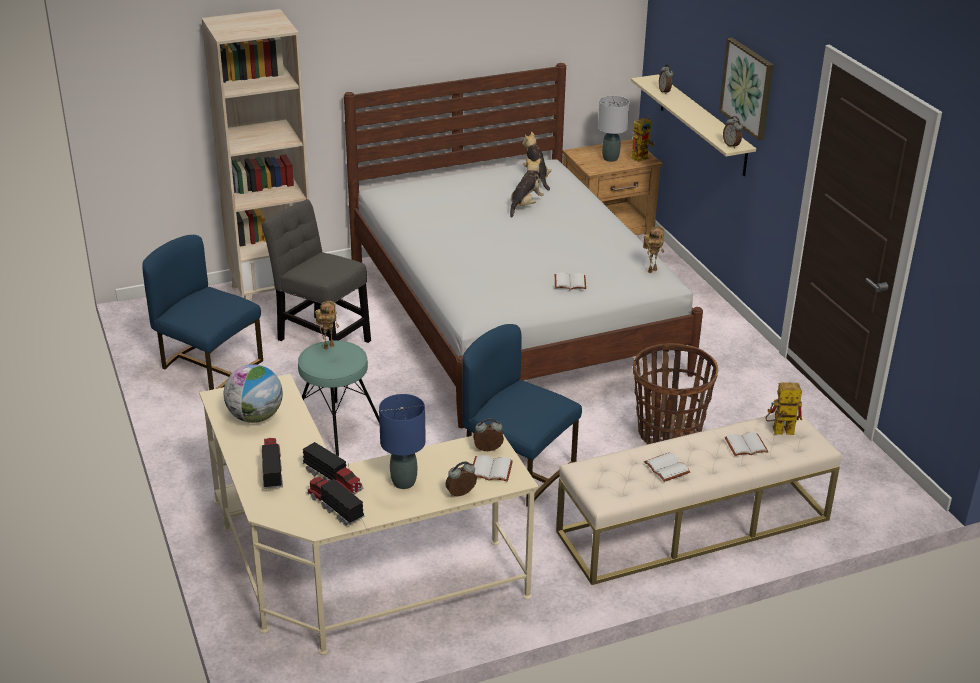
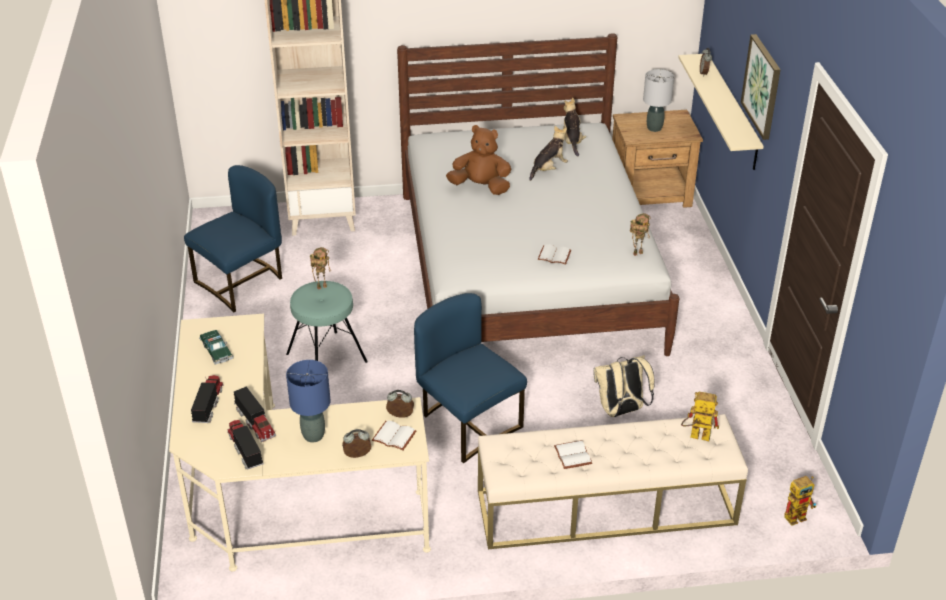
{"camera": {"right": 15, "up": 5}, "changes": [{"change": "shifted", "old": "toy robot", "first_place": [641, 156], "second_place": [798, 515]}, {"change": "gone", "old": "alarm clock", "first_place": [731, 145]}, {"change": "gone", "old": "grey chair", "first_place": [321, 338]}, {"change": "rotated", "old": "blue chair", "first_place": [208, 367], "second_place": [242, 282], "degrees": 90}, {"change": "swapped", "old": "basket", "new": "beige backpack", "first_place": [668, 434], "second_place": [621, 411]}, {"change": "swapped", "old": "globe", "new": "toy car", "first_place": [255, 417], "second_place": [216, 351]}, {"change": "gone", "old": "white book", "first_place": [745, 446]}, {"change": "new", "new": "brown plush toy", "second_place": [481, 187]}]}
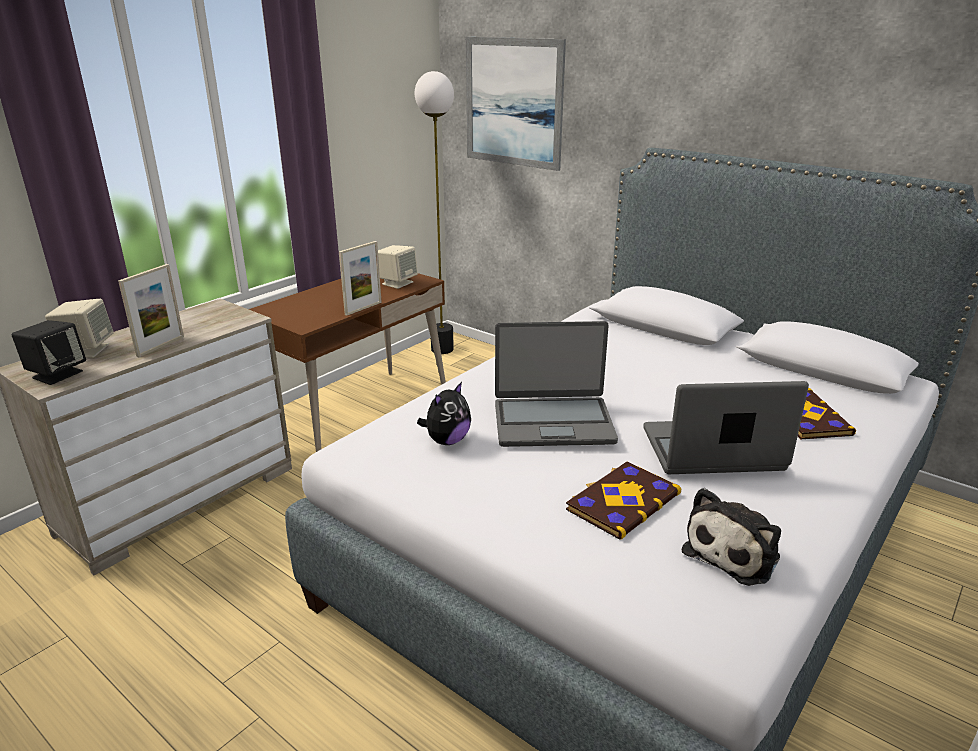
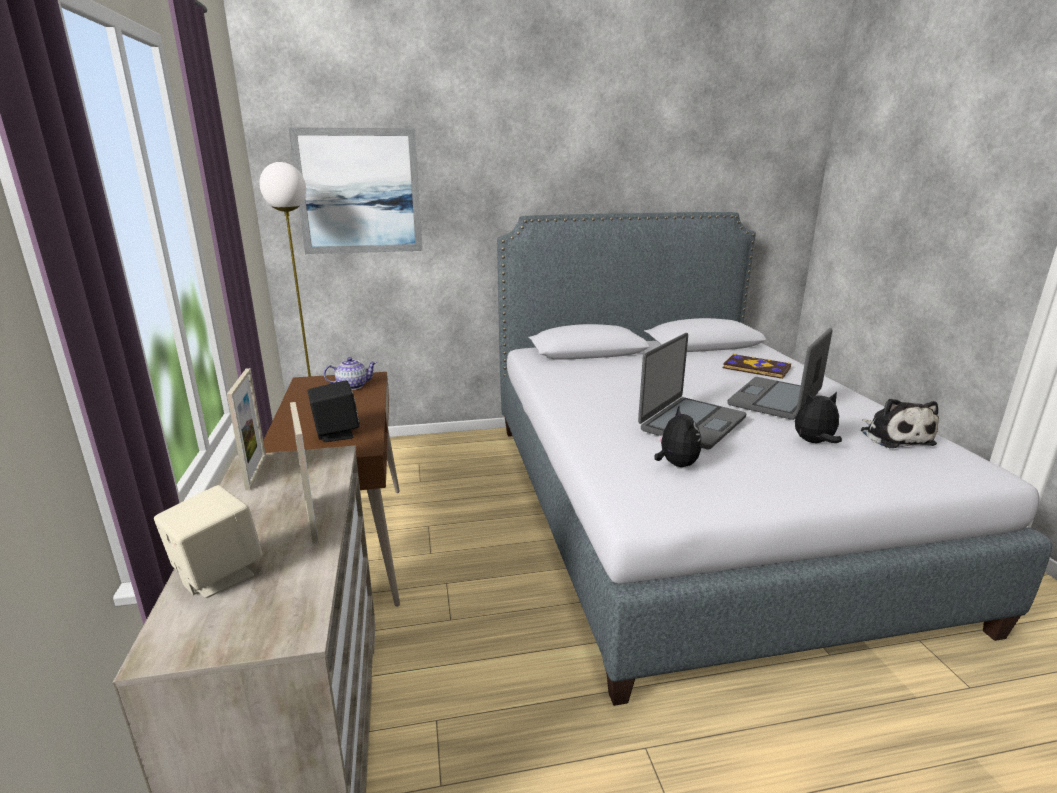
{"camera": {"right": -50, "up": -5}, "changes": [{"change": "shifted", "old": "picture frame", "first_place": [363, 308], "second_place": [256, 472]}, {"change": "swapped", "old": "beige speaker", "new": "teapot", "first_place": [397, 283], "second_place": [352, 386]}, {"change": "shifted", "old": "black speaker", "first_place": [57, 374], "second_place": [336, 434]}, {"change": "swapped", "old": "book", "new": "plush toy", "first_place": [622, 501], "second_place": [814, 443]}]}
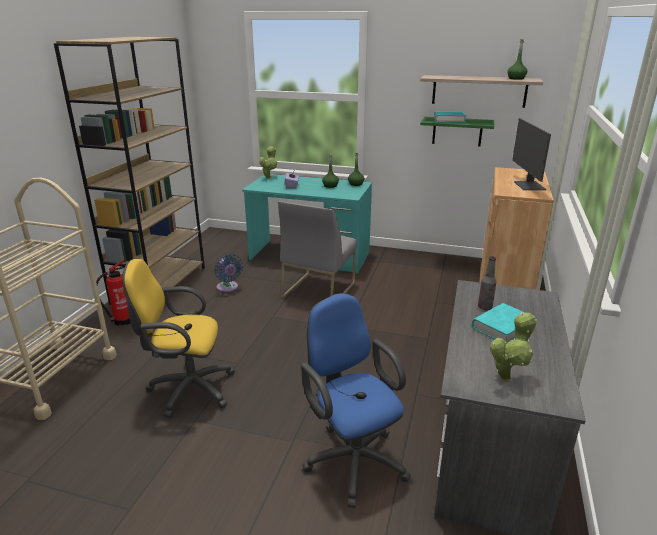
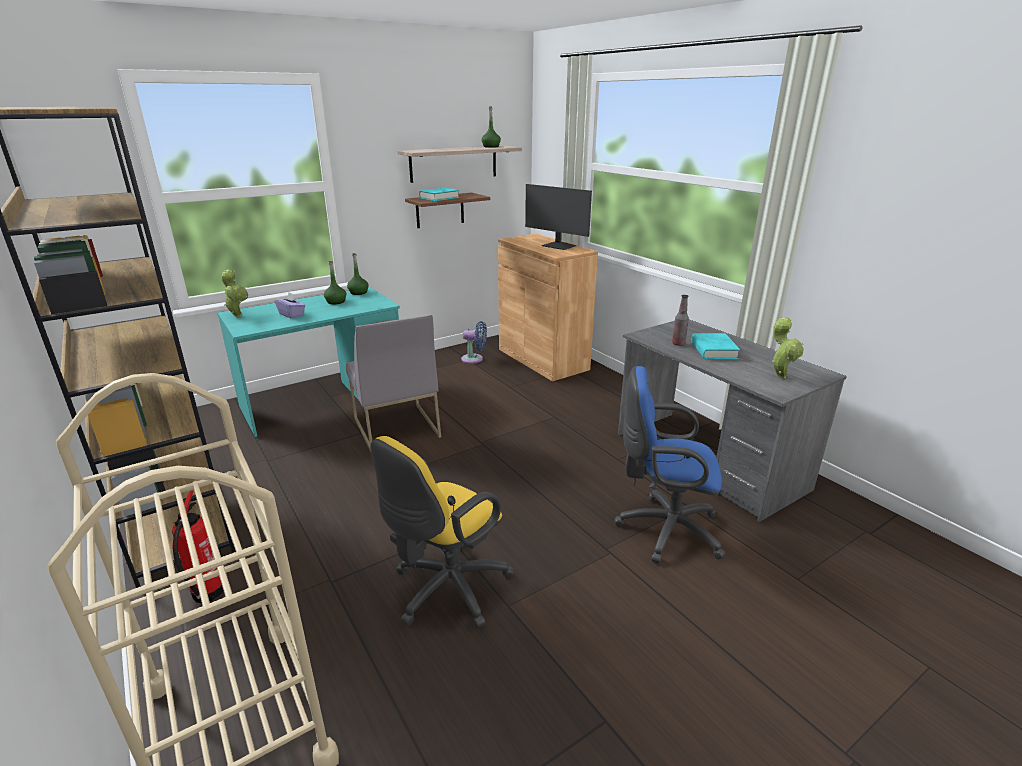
{"camera": {"right": -50, "up": 0}, "changes": [{"change": "repainted", "old": "green shelf", "new": "brown shelf", "first_place": [457, 131], "second_place": [440, 210]}, {"change": "shifted", "old": "blue fan", "first_place": [228, 288], "second_place": [474, 359]}]}
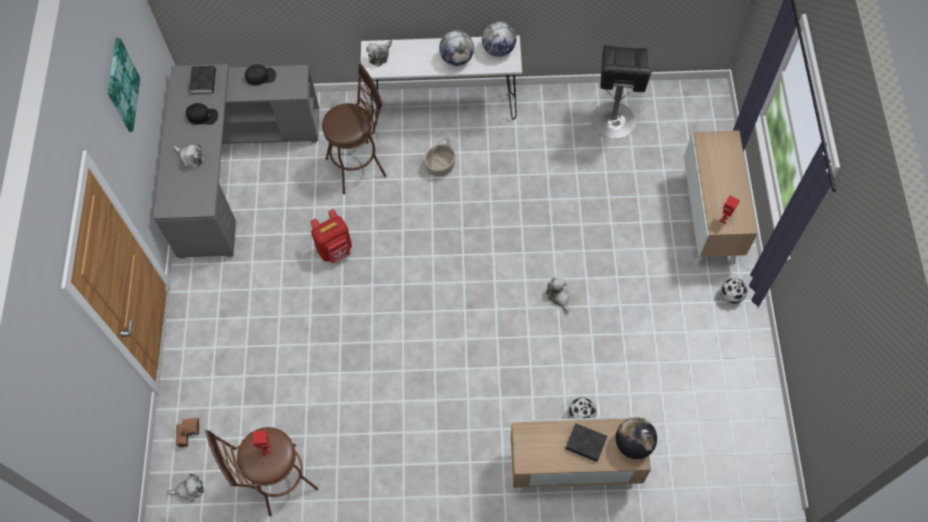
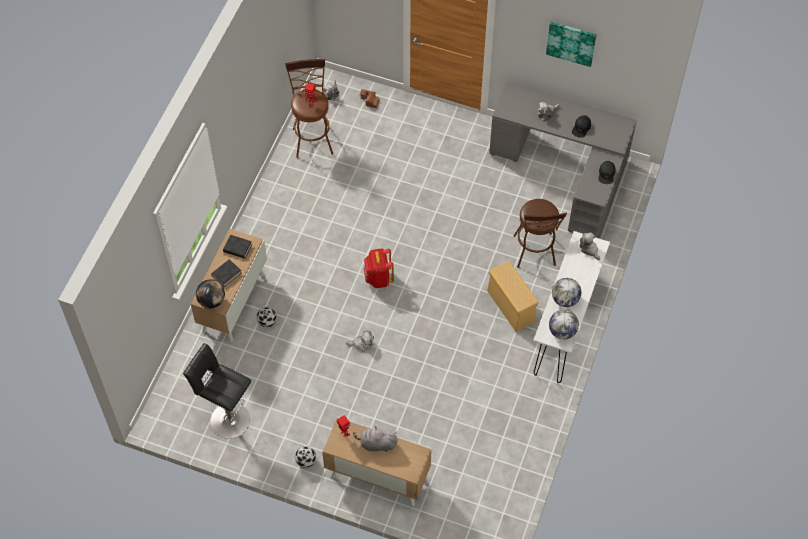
{"camera": {"right": 110, "up": -5}, "changes": [{"change": "shifted", "old": "black stool", "first_place": [613, 123], "second_place": [227, 419]}, {"change": "shifted", "old": "black book", "first_place": [203, 81], "second_place": [237, 248]}, {"change": "swapped", "old": "basket", "new": "beige storage box", "first_place": [440, 165], "second_place": [511, 306]}, {"change": "shifted", "old": "red backpack", "first_place": [335, 250], "second_place": [378, 278]}, {"change": "new", "new": "grey plush toy", "second_place": [376, 444]}]}
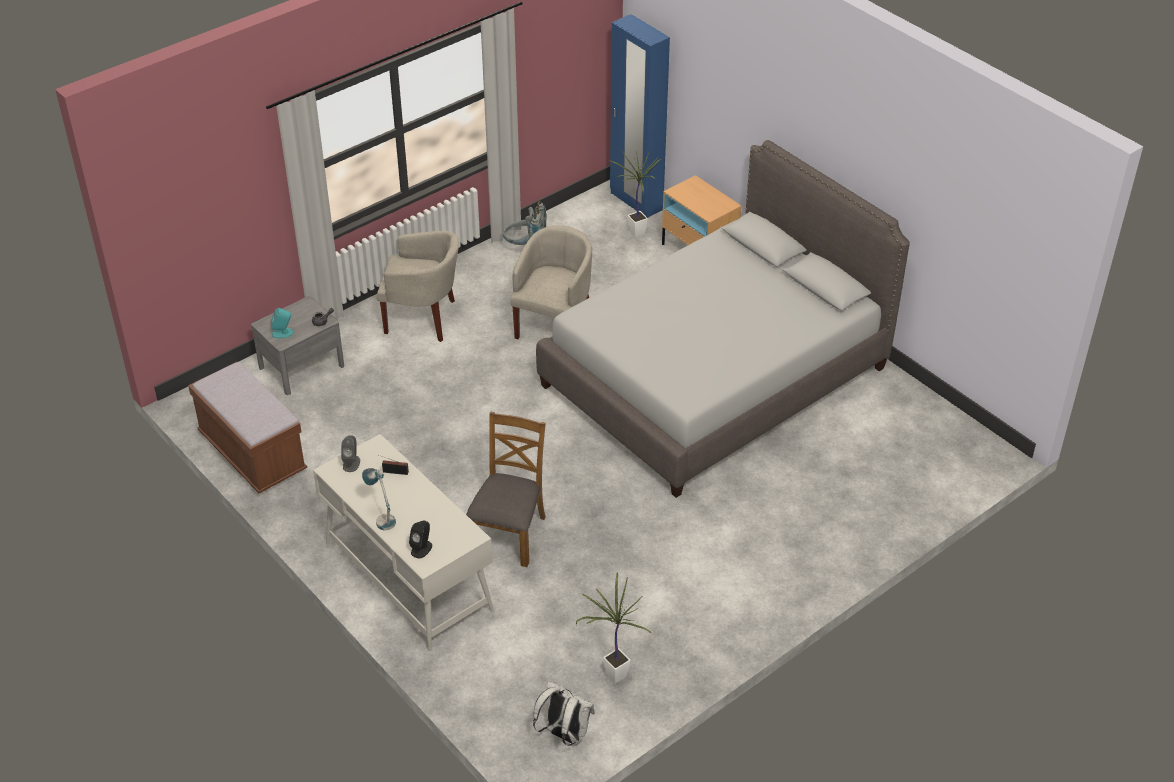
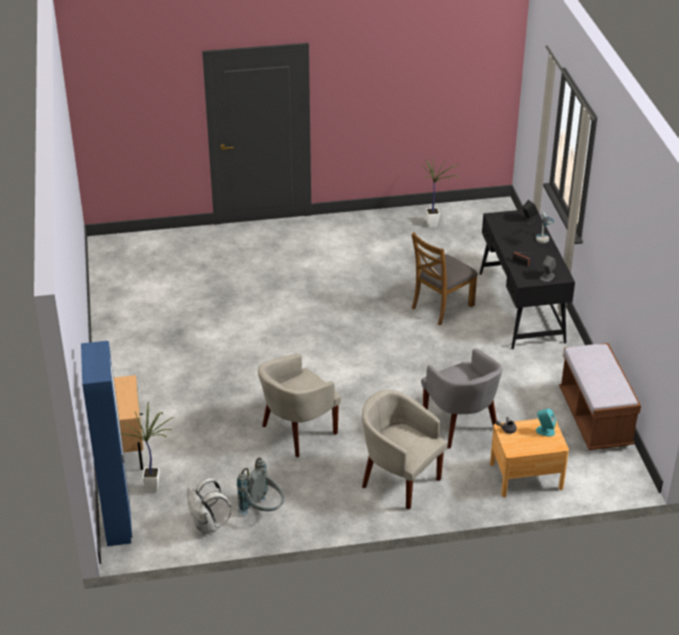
{"camera": {"right": -150, "up": -5}, "changes": [{"change": "gone", "old": "grey bed", "first_place": [715, 376]}, {"change": "repainted", "old": "grey nightstand", "new": "brown nightstand", "first_place": [301, 366], "second_place": [526, 476]}, {"change": "repainted", "old": "white desk", "new": "black desk", "first_place": [408, 576], "second_place": [521, 307]}, {"change": "shifted", "old": "white backpack", "first_place": [564, 734], "second_place": [207, 526]}, {"change": "new", "new": "grey armchair", "second_place": [460, 425]}]}
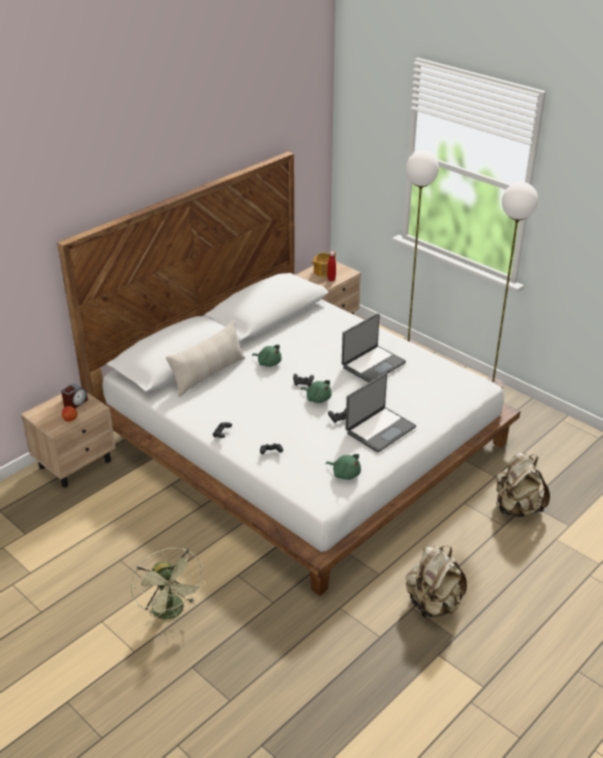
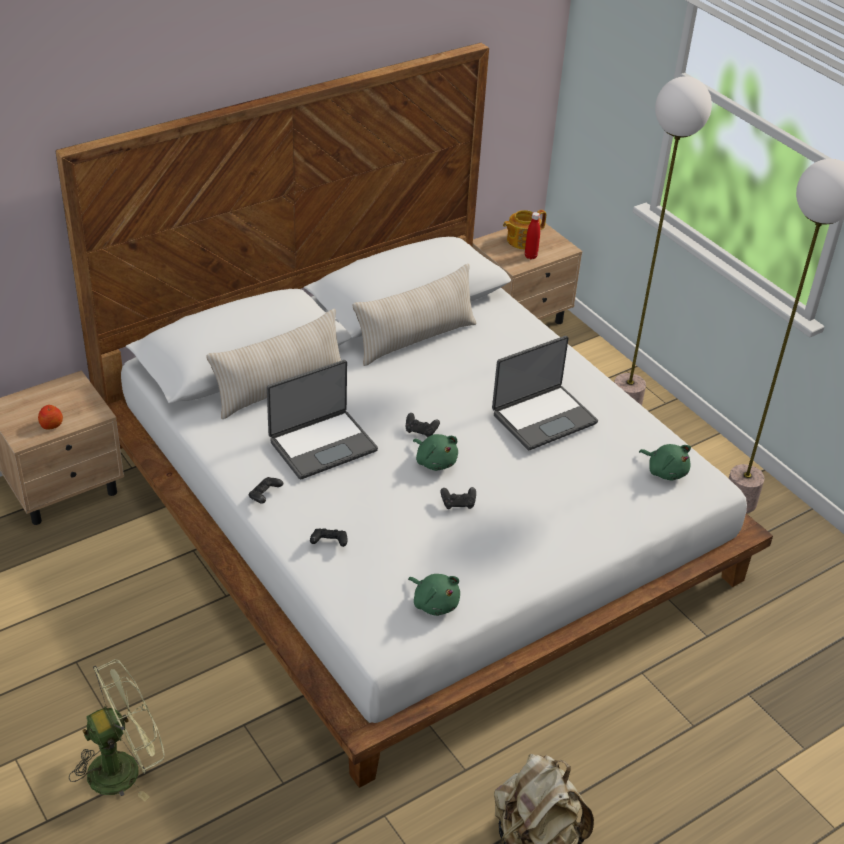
{"camera": {"right": 10, "up": 5}, "changes": [{"change": "shifted", "old": "green plush toy", "first_place": [268, 363], "second_place": [665, 471]}, {"change": "shifted", "old": "laptop", "first_place": [379, 429], "second_place": [322, 444]}, {"change": "gone", "old": "alarm clock", "first_place": [75, 403]}, {"change": "gone", "old": "beige backpack", "first_place": [516, 508]}, {"change": "rotated", "old": "green fan", "first_place": [172, 612], "second_place": [124, 767], "degrees": -105}, {"change": "new", "new": "beige pillow", "second_place": [415, 339]}]}
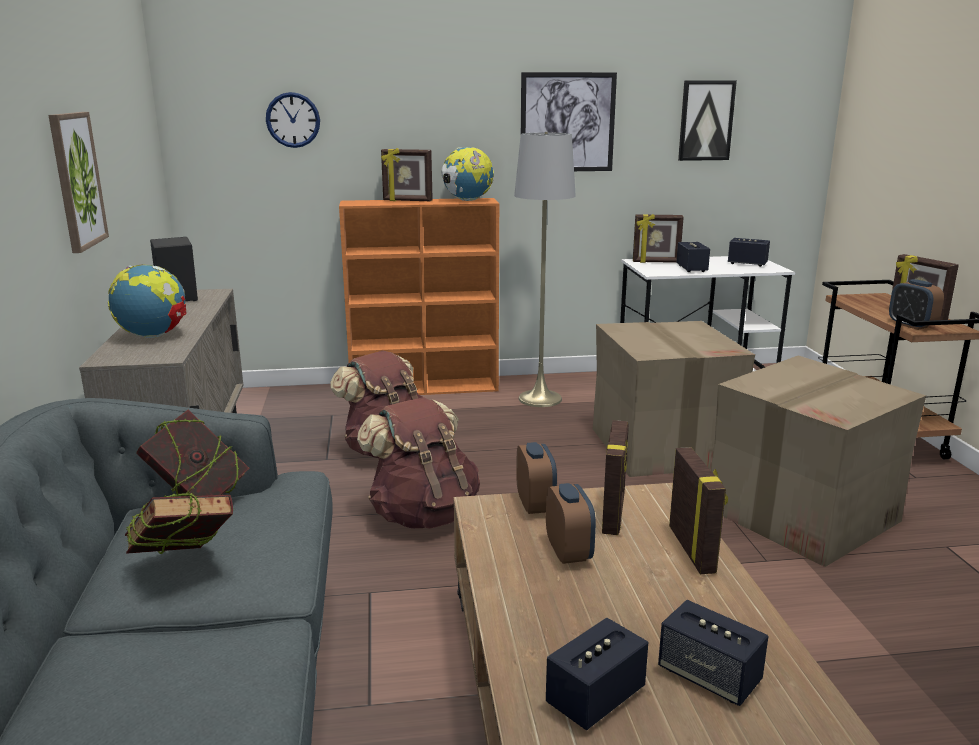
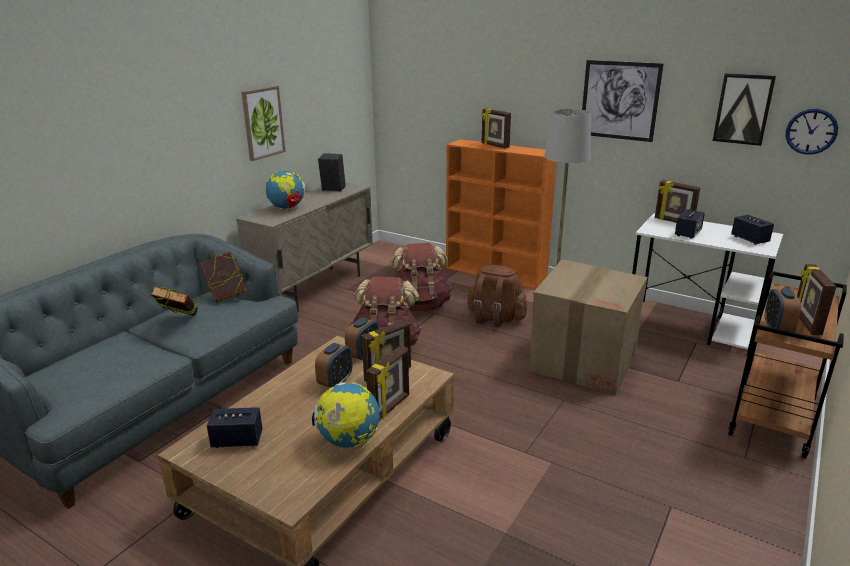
{"camera": {"right": 40, "up": 5}, "changes": [{"change": "shifted", "old": "wall clock", "first_place": [293, 120], "second_place": [811, 131]}, {"change": "shifted", "old": "globe", "first_place": [467, 200], "second_place": [349, 441]}, {"change": "gone", "old": "cardboard box", "first_place": [803, 514]}, {"change": "gone", "old": "speaker", "first_place": [709, 676]}, {"change": "new", "new": "brown backpack", "second_place": [495, 319]}]}
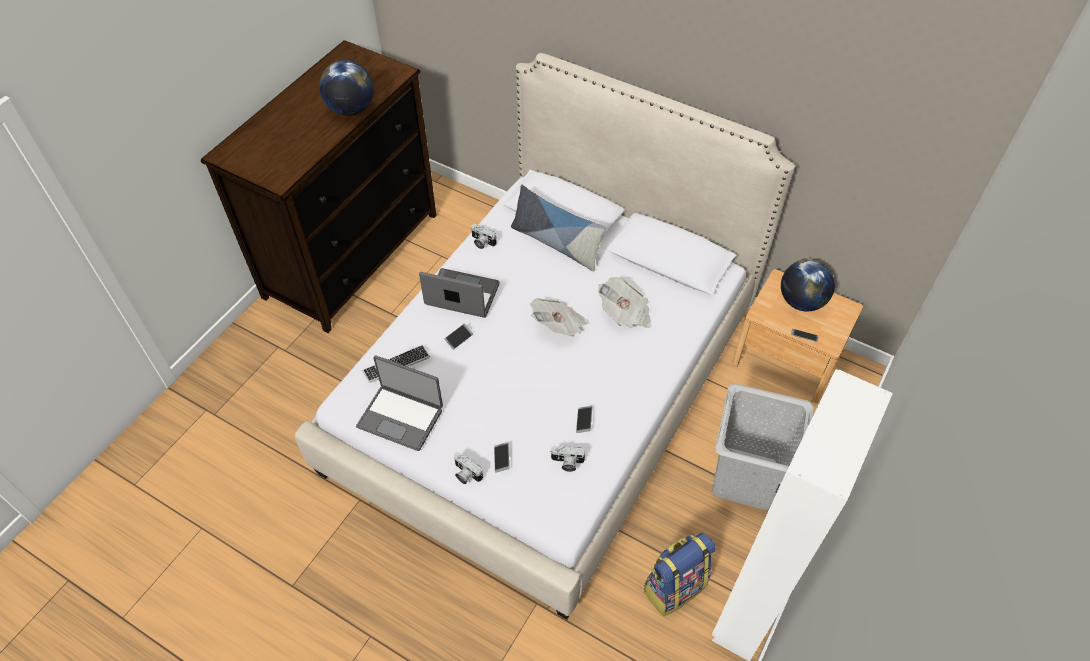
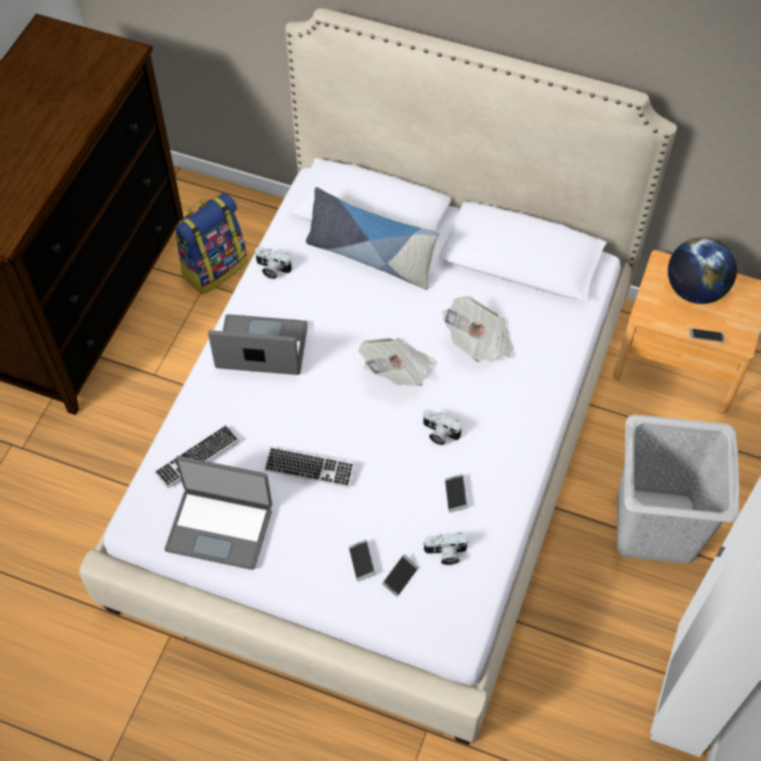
{"camera": {"right": -10, "up": 5}, "changes": [{"change": "gone", "old": "globe", "first_place": [351, 109]}, {"change": "shifted", "old": "phone", "first_place": [459, 338], "second_place": [400, 577]}, {"change": "shifted", "old": "photo camera", "first_place": [465, 474], "second_place": [439, 433]}, {"change": "shifted", "old": "backpack", "first_place": [674, 586], "second_place": [214, 268]}, {"change": "new", "new": "keyboard", "second_place": [309, 468]}]}
